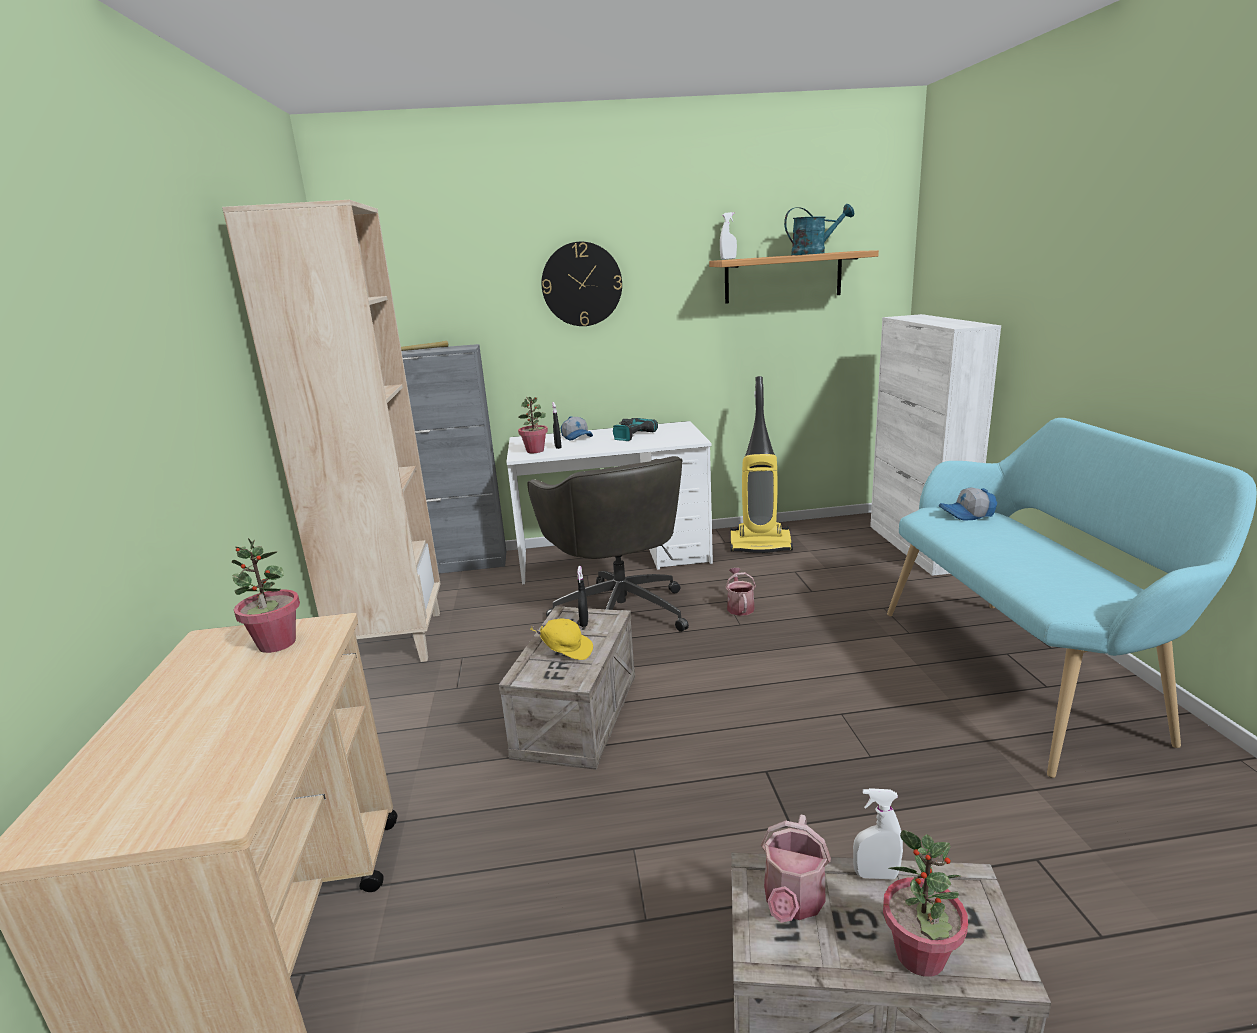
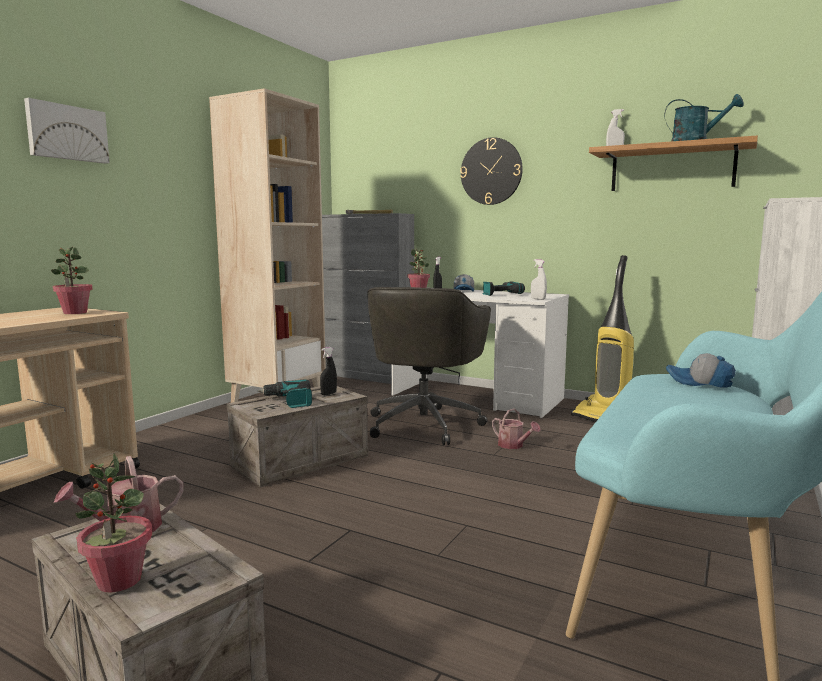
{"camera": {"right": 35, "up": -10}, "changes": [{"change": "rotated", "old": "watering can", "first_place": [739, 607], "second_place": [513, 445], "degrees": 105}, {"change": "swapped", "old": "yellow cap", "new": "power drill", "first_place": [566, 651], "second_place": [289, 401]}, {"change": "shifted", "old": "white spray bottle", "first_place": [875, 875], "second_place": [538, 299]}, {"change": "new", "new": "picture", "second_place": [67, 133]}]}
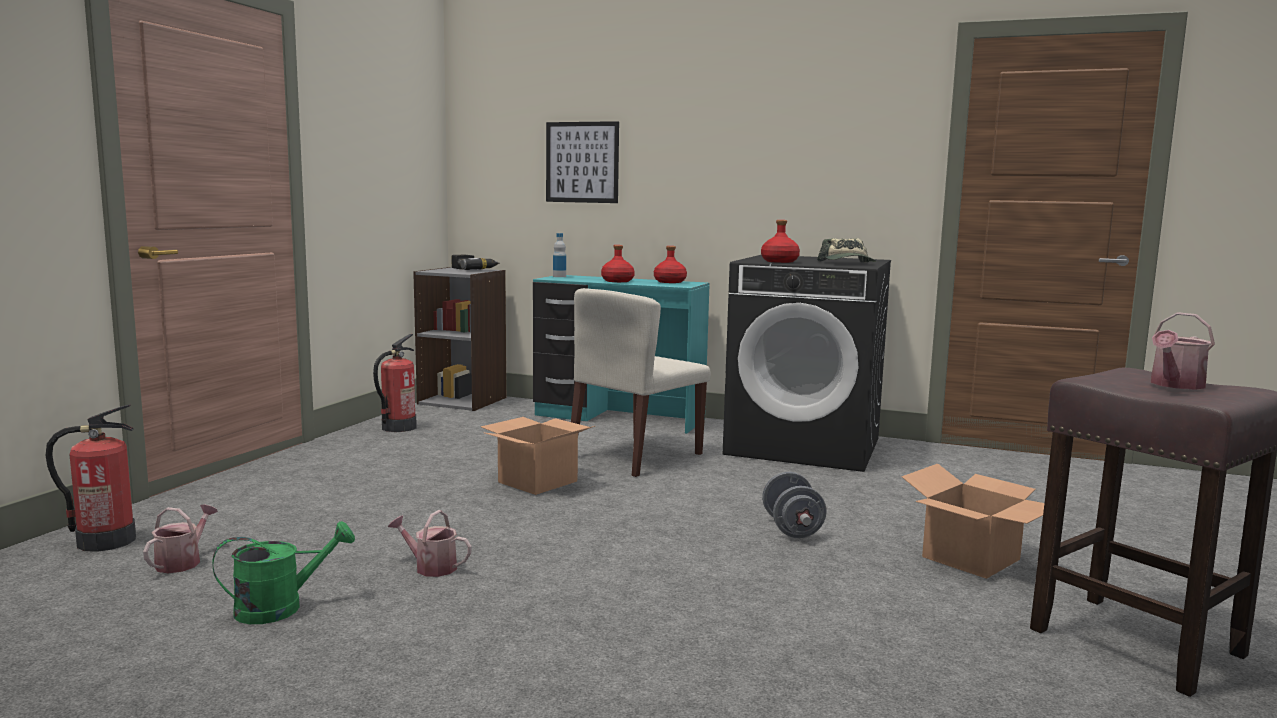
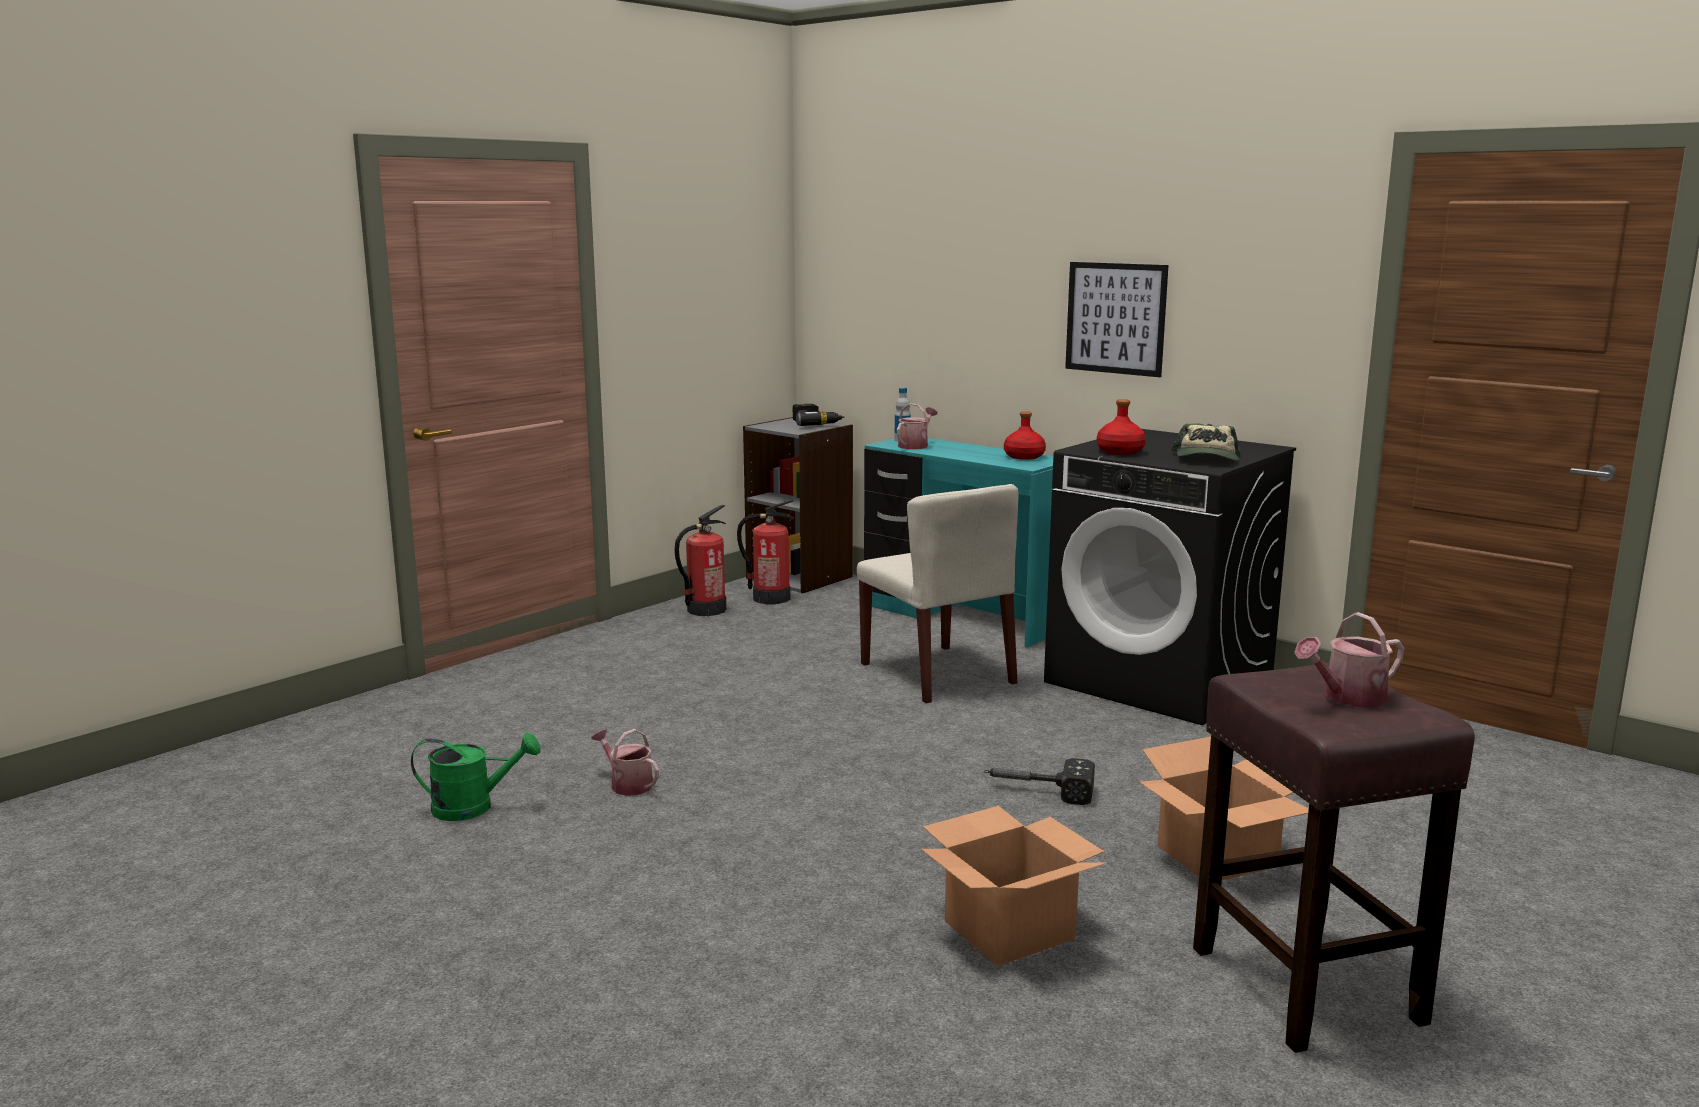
{"camera": {"right": 20, "up": 5}, "changes": [{"change": "shifted", "old": "picture", "first_place": [582, 162], "second_place": [1115, 318]}, {"change": "gone", "old": "red bottle", "first_place": [617, 281]}, {"change": "rotated", "old": "beige chair", "first_place": [635, 456], "second_place": [938, 673], "degrees": -90}, {"change": "shifted", "old": "fire extinguisher", "first_place": [105, 541], "second_place": [770, 598]}, {"change": "shifted", "old": "cardboard box", "first_place": [537, 482], "second_place": [1008, 931]}, {"change": "swapped", "old": "grey dumbbell", "new": "hammer", "first_place": [792, 528], "second_place": [1037, 790]}, {"change": "shifted", "old": "watering can", "first_place": [182, 562], "second_place": [915, 446]}]}
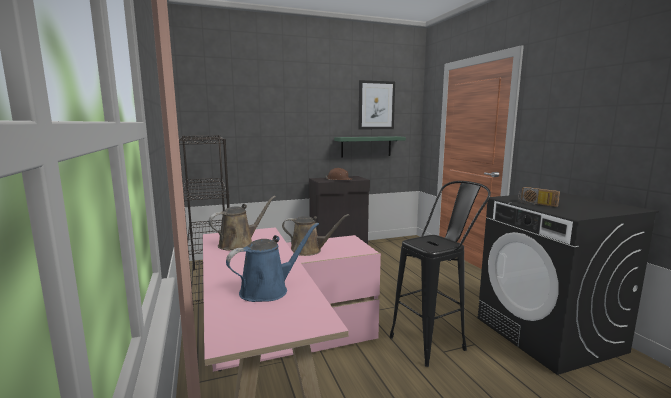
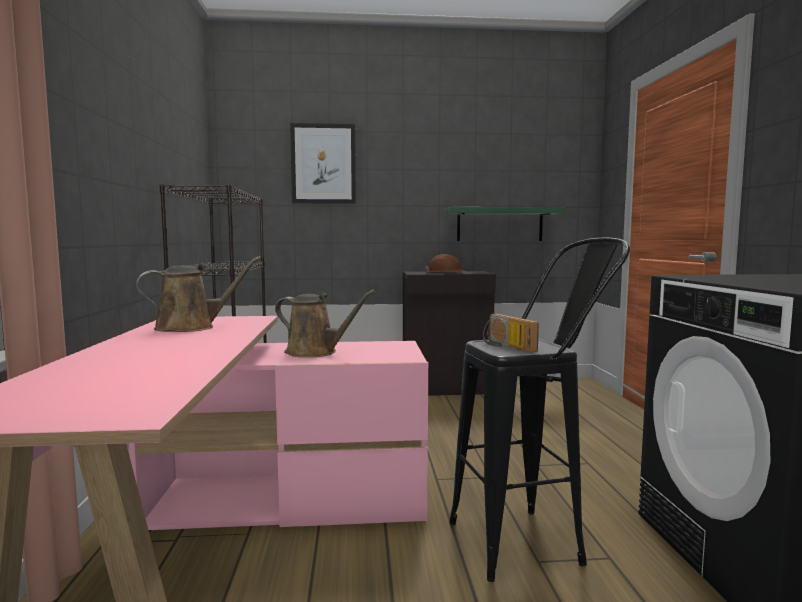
{"camera": {"right": 15, "up": -5}, "changes": [{"change": "shifted", "old": "picture", "first_place": [376, 105], "second_place": [323, 164]}, {"change": "shifted", "old": "radio", "first_place": [536, 204], "second_place": [506, 346]}, {"change": "gone", "old": "blue watering can", "first_place": [268, 290]}]}
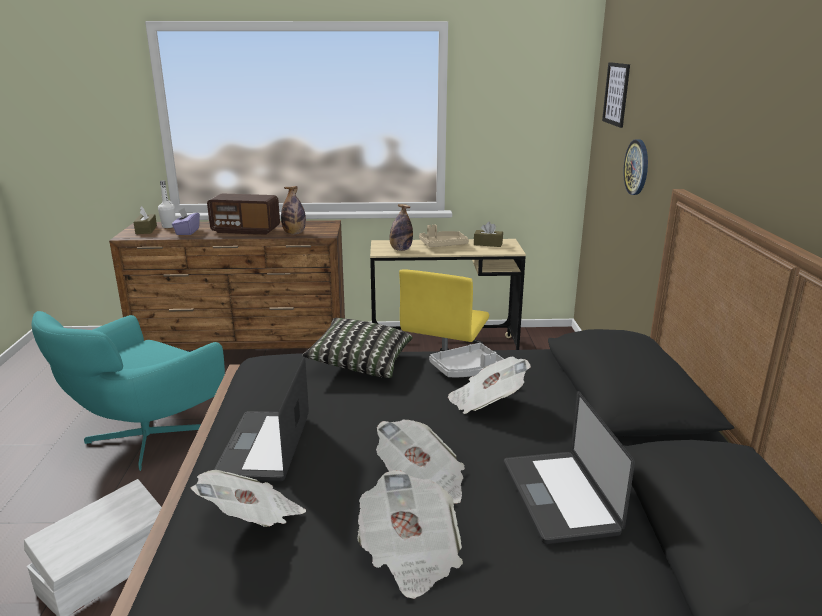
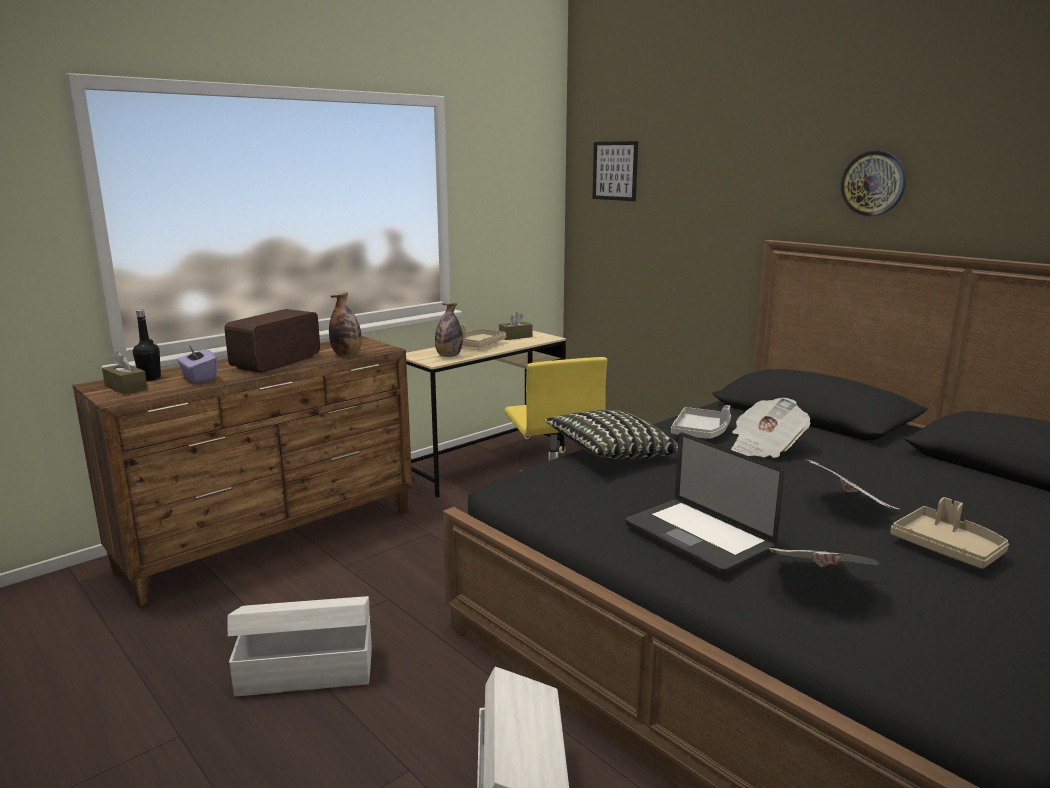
{"camera": {"right": -40, "up": -5}, "changes": [{"change": "shifted", "old": "wall clock", "first_place": [637, 167], "second_place": [873, 183]}, {"change": "repainted", "old": "white bottle", "new": "black bottle", "first_place": [169, 226], "second_place": [150, 378]}, {"change": "rotated", "old": "radio", "first_place": [246, 230], "second_place": [277, 362], "degrees": 150}, {"change": "swapped", "old": "turquoise armchair", "new": "white storage box", "first_place": [142, 439], "second_place": [305, 670]}, {"change": "gone", "old": "laptop", "first_place": [559, 497]}, {"change": "swapped", "old": "newspaper", "new": "beige tray", "first_place": [410, 555], "second_place": [947, 548]}]}
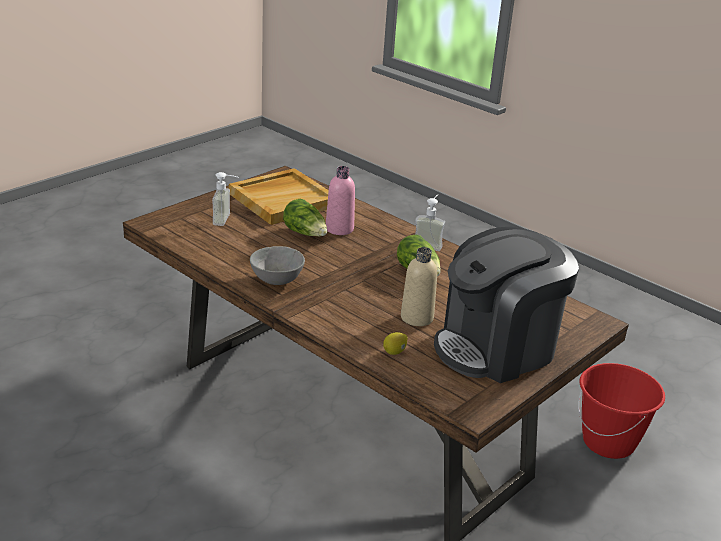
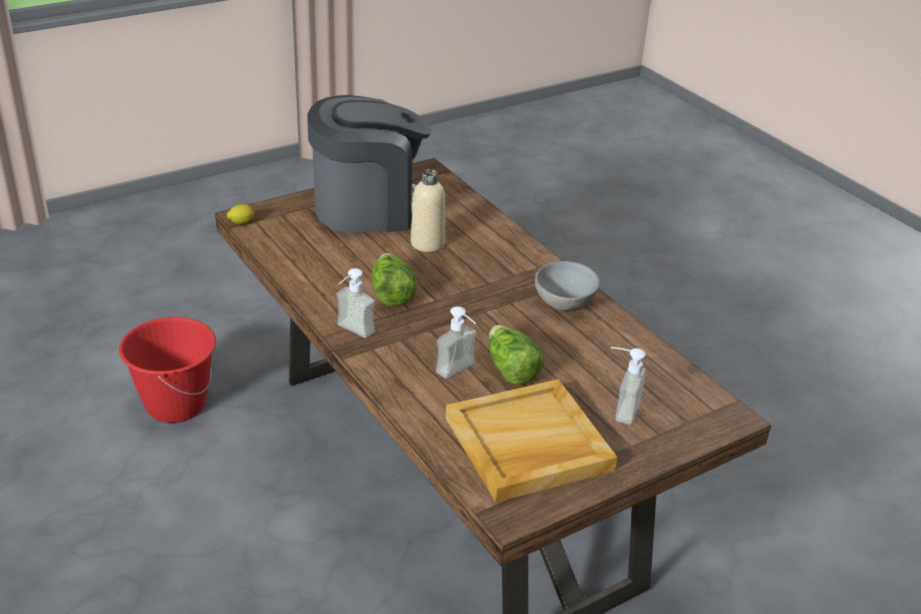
{"camera": {"right": -165, "up": 5}, "changes": [{"change": "swapped", "old": "pink bottle", "new": "soap dispenser", "first_place": [339, 229], "second_place": [460, 372]}, {"change": "shifted", "old": "lemon", "first_place": [394, 352], "second_place": [241, 223]}]}
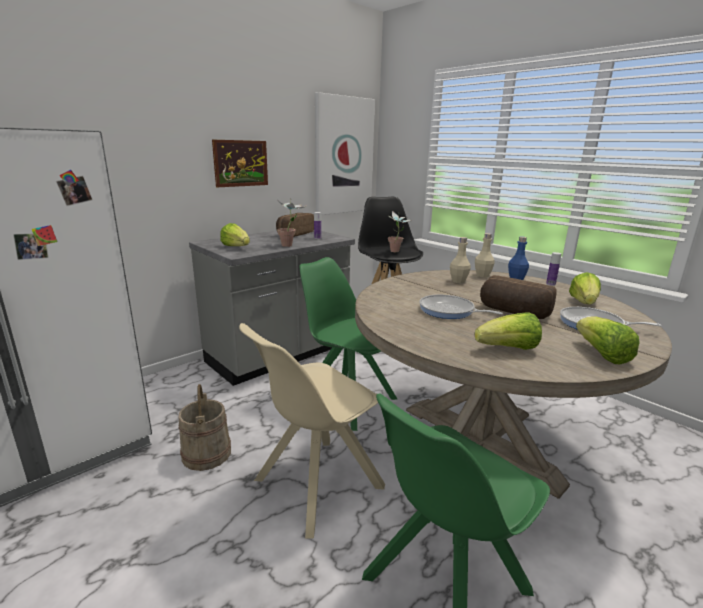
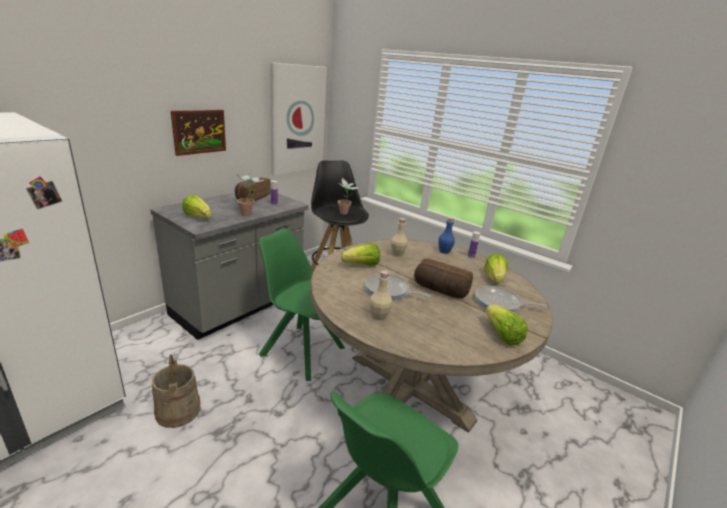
{"camera": {"right": -10, "up": 5}, "changes": [{"change": "shifted", "old": "beige bottle", "first_place": [482, 275], "second_place": [379, 316]}, {"change": "shifted", "old": "lettuce", "first_place": [508, 349], "second_place": [362, 265]}, {"change": "gone", "old": "beige chair", "first_place": [315, 485]}]}
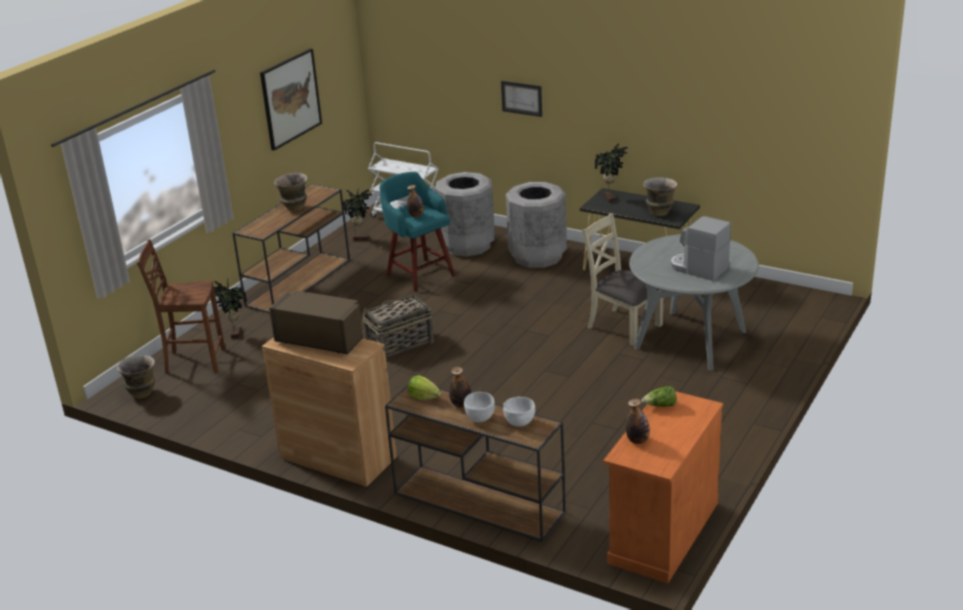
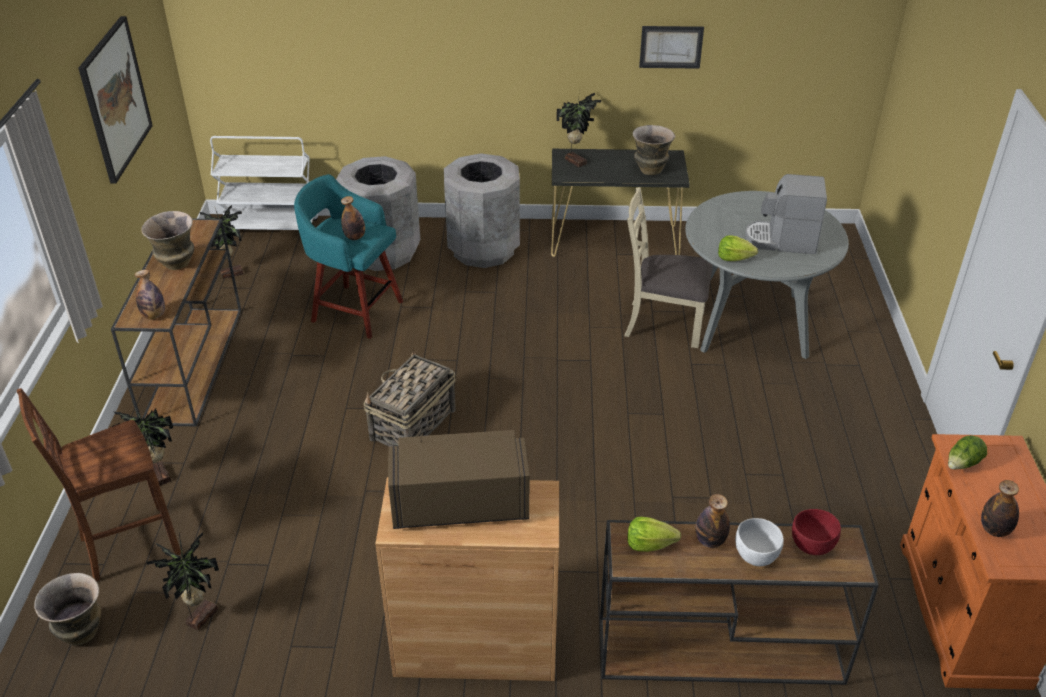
{"camera": {"right": -30, "up": 10}, "changes": [{"change": "shifted", "old": "picture", "first_place": [521, 98], "second_place": [671, 47]}, {"change": "repainted", "old": "white bowl", "new": "red bowl", "first_place": [519, 423], "second_place": [812, 546]}, {"change": "new", "new": "lettuce", "second_place": [734, 258]}, {"change": "new", "new": "bottle", "second_place": [154, 315]}, {"change": "new", "new": "potted plant", "second_place": [200, 617]}]}
